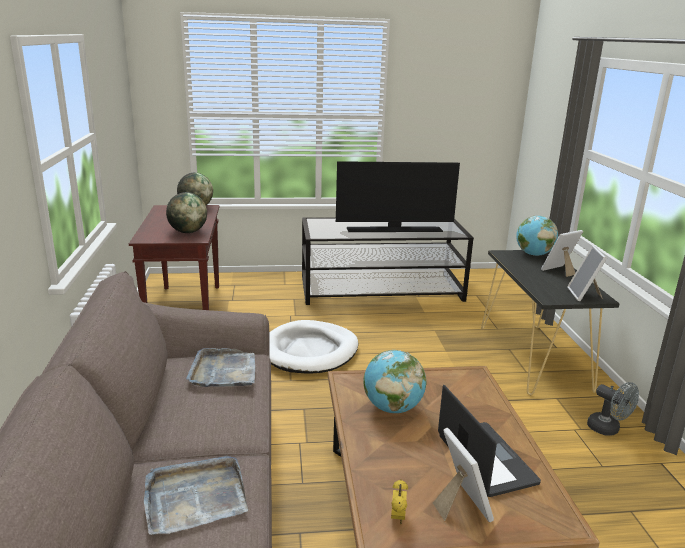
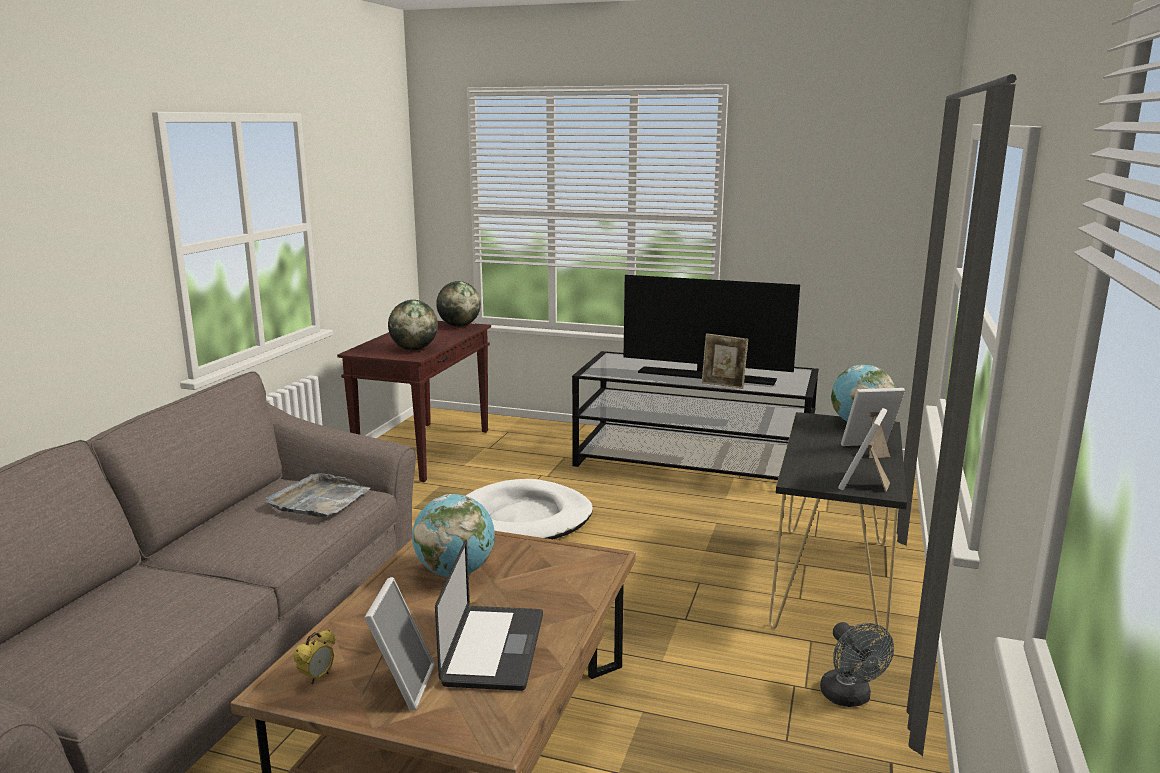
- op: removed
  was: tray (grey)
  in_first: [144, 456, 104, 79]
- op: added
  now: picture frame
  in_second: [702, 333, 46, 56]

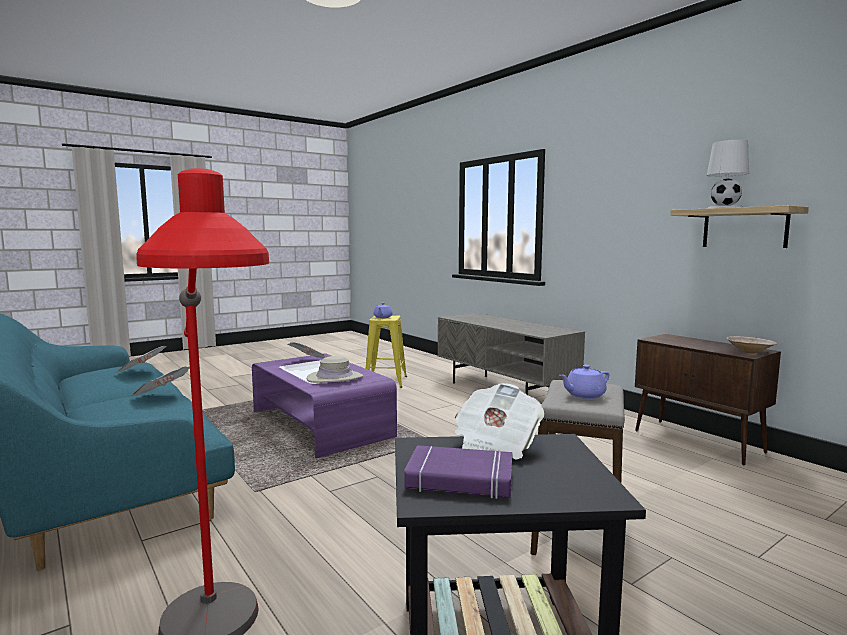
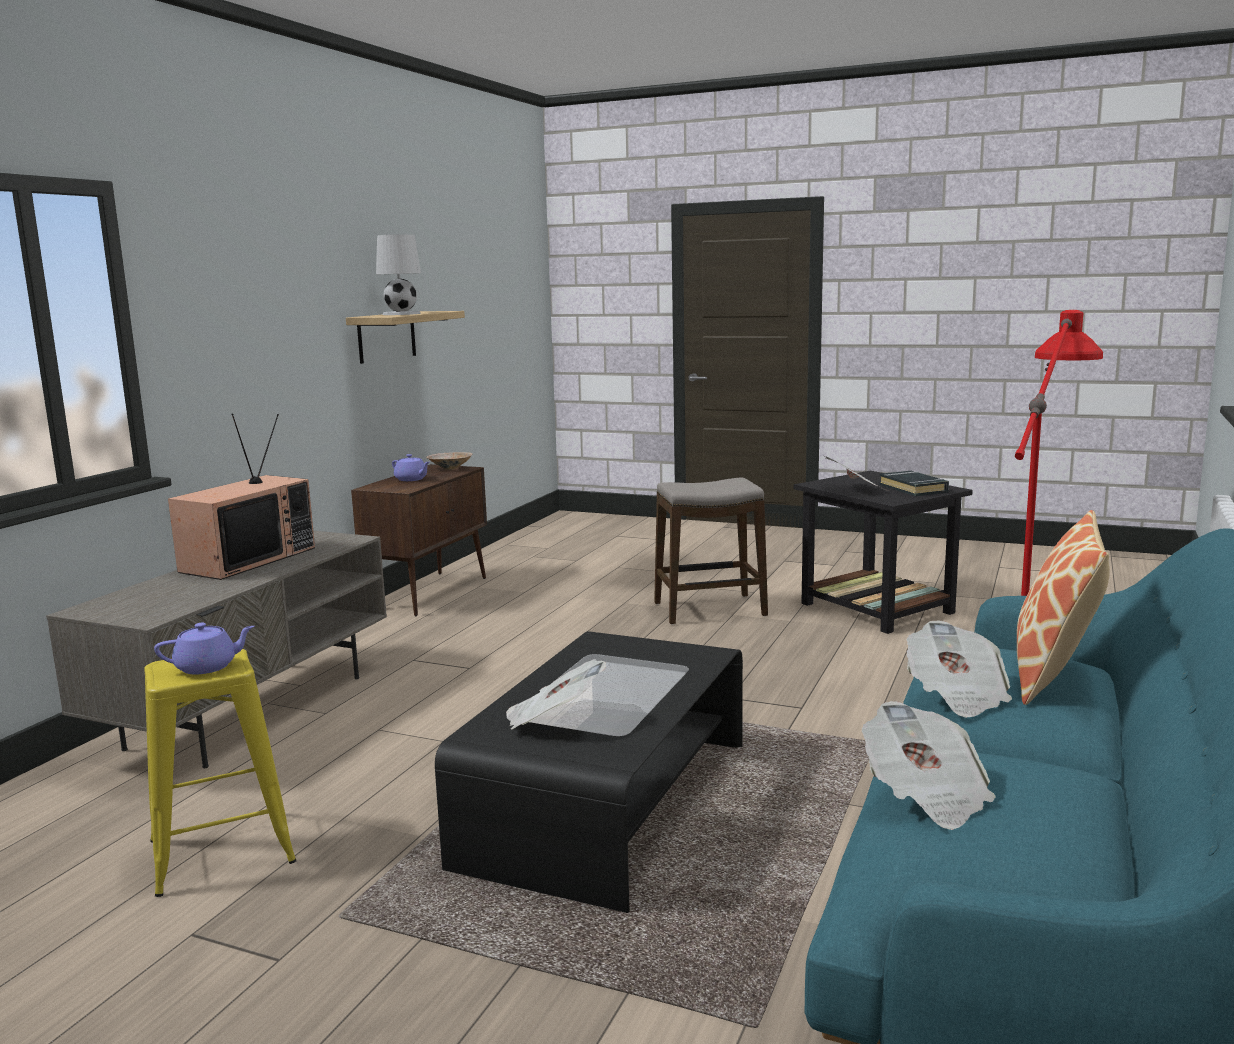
- op: removed
  was: hat (beige)
  in_first: [307, 356, 56, 27]
- op: added
  now: television
  in_second: [168, 414, 147, 166]
- op: added
  now: pillow
  in_second: [1017, 510, 93, 195]
- op: moved
  was: teapot (purple)
  in_first: [559, 365, 50, 34]
  in_second: [392, 454, 38, 27]
- op: recoloured
  was: coffee table (purple)
  now: coffee table (black)
  in_first: [252, 353, 145, 105]
  in_second: [435, 631, 308, 282]
- op: recoloured
  was: book (purple)
  now: book (black)
  in_first: [404, 445, 108, 54]
  in_second: [879, 471, 70, 25]

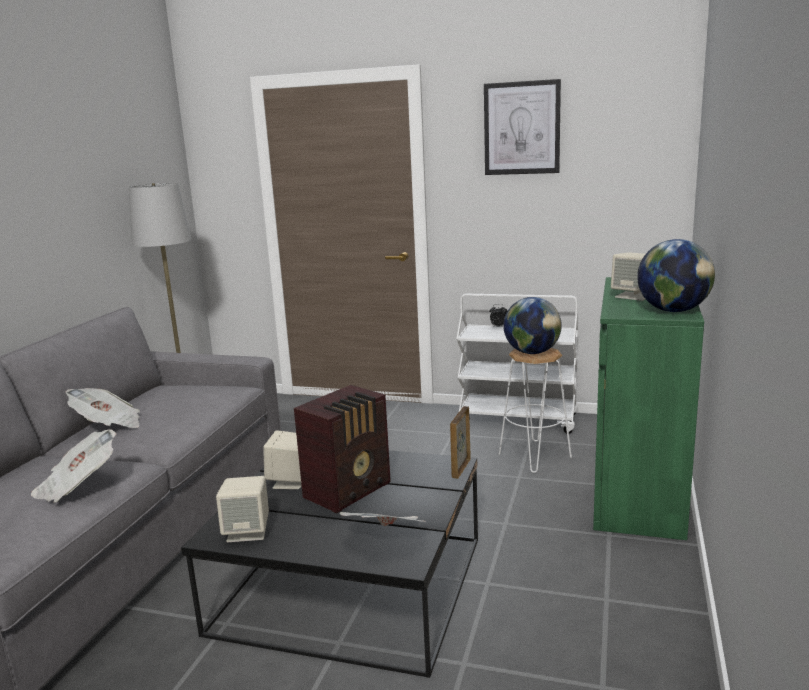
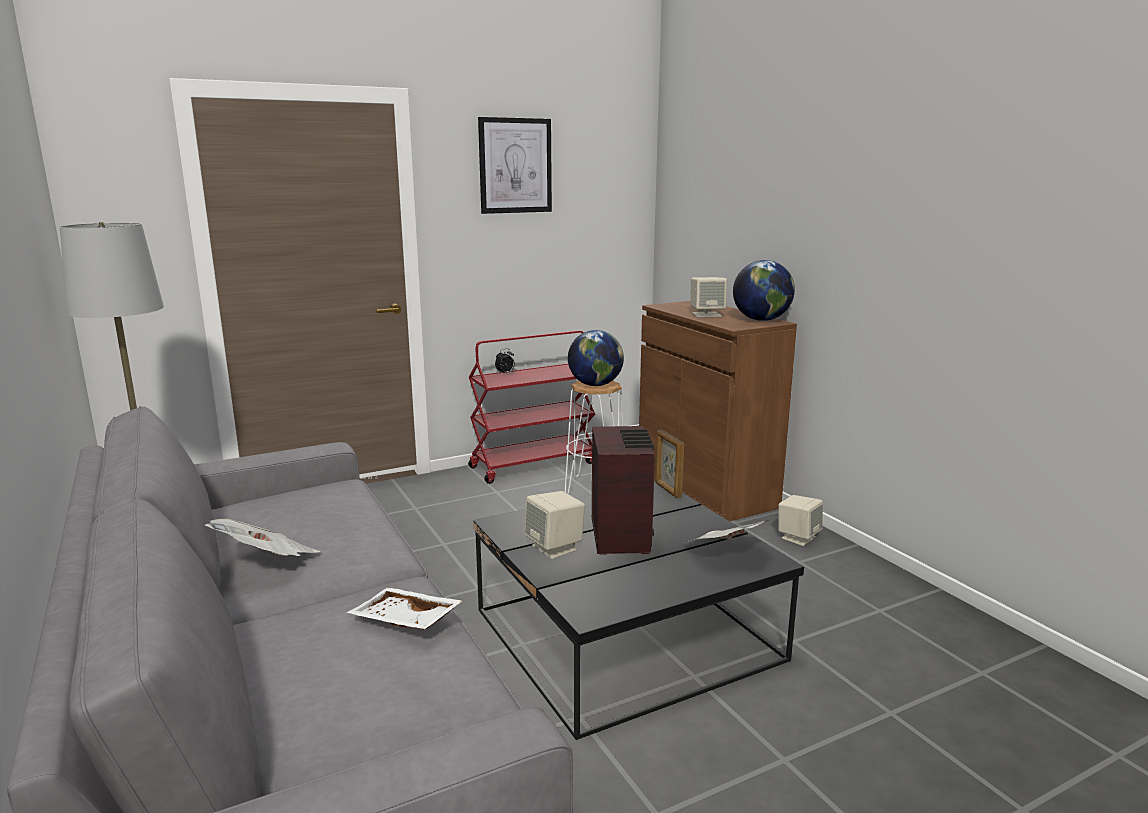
- op: moved
  was: speaker (beige)
  in_first: [216, 476, 53, 66]
  in_second: [778, 495, 45, 51]
- op: replaced
  was: newspaper
  now: tray (white)
  in_first: [31, 429, 85, 74]
  in_second: [347, 588, 115, 42]
- op: recoloured
  was: cart (white)
  now: cart (red)
  in_first: [456, 294, 122, 140]
  in_second: [468, 330, 127, 154]
- op: recoloured
  was: cabinet (green)
  now: cabinet (brown)
  in_first: [593, 277, 111, 263]
  in_second: [639, 301, 158, 220]

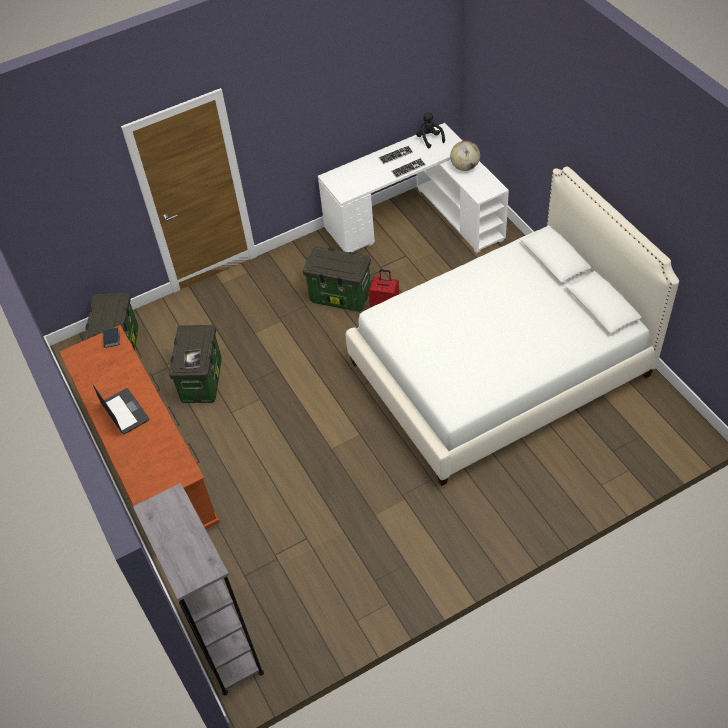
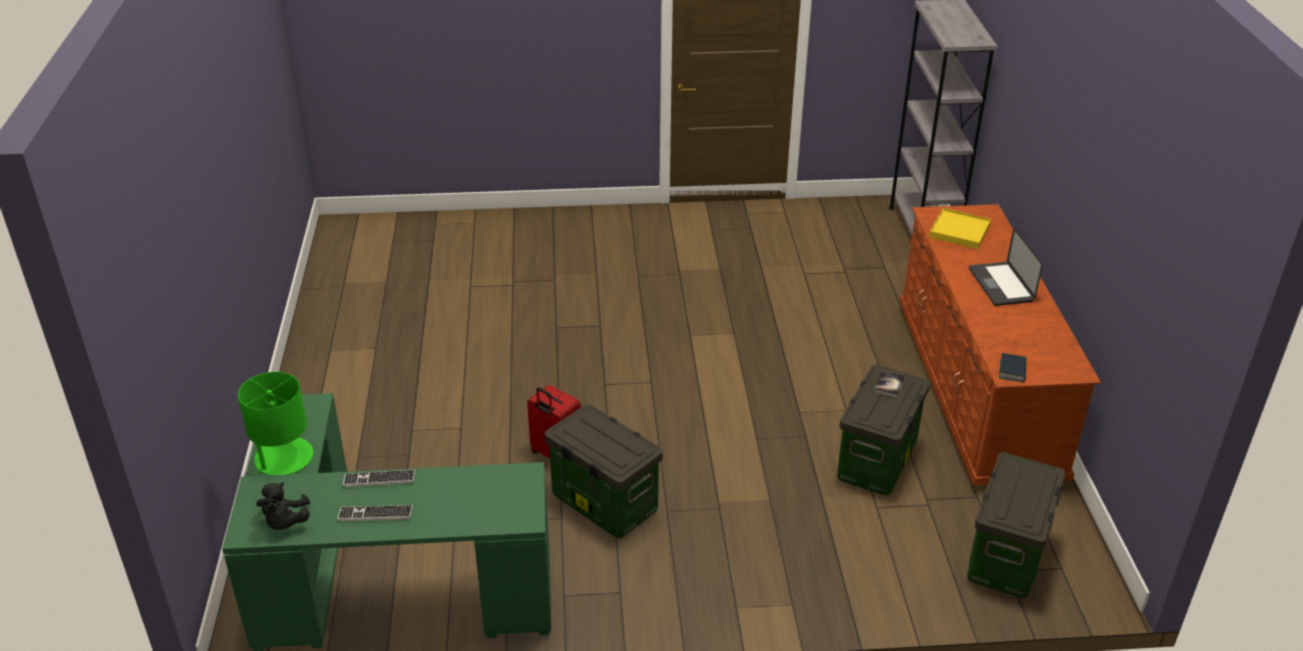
- op: removed
  was: bed (white)
  in_first: [346, 167, 333, 319]
- op: added
  now: tray (yellow)
  in_second: [929, 208, 62, 41]
- op: replaced
  was: globe
  now: table lamp (green)
  in_first: [450, 141, 30, 30]
  in_second: [238, 372, 76, 103]
- op: recoloured
  was: desk (white)
  now: desk (green)
  in_first: [318, 123, 191, 130]
  in_second: [222, 393, 329, 258]

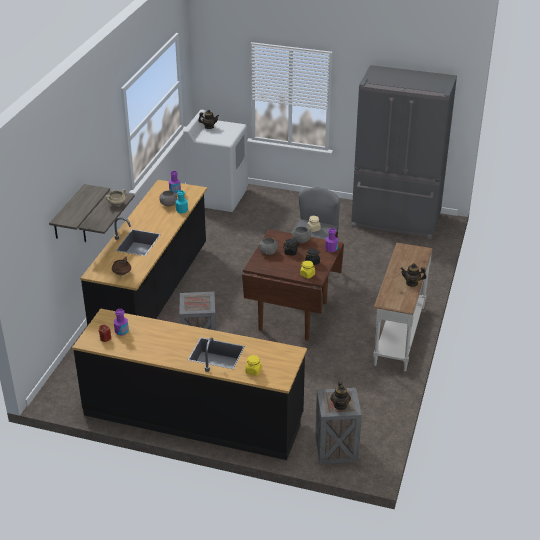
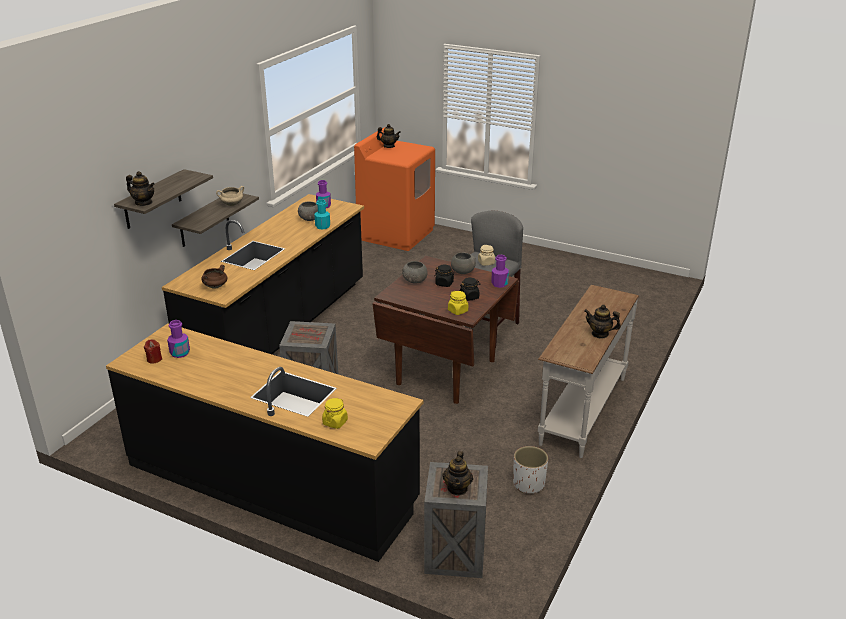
- op: removed
  was: fridge (grey)
  in_first: [351, 65, 106, 175]
- op: added
  now: teapot
  in_second: [126, 171, 29, 35]
- op: added
  now: planter (white)
  in_second: [513, 446, 35, 47]
- op: recoloured
  was: washing machine (white)
  now: washing machine (orange)
  in_first: [183, 110, 65, 102]
  in_second: [354, 128, 81, 123]

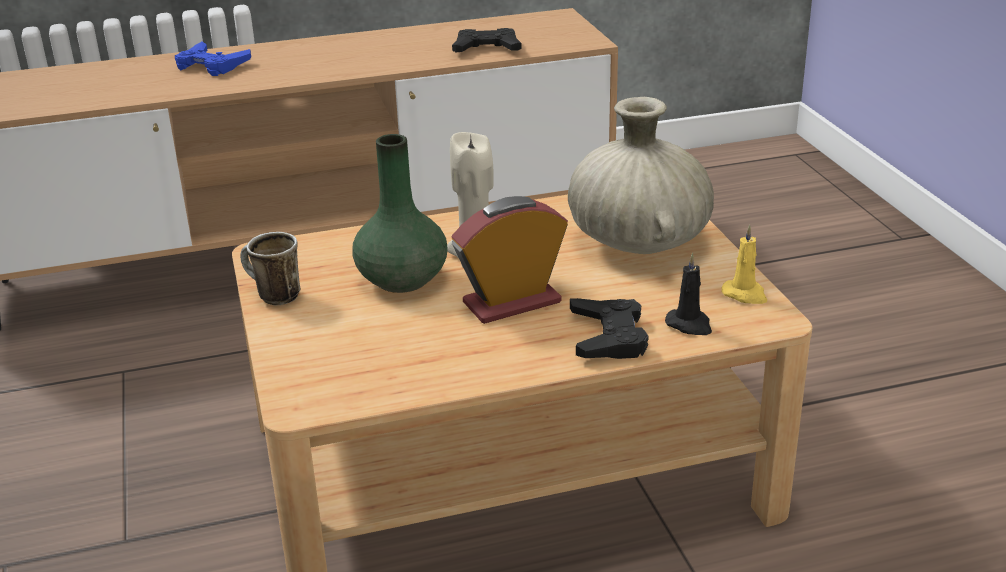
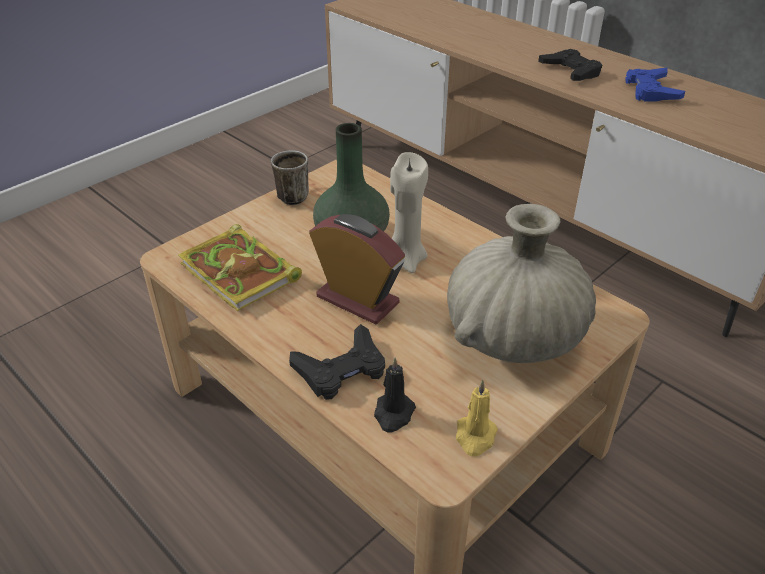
- op: added
  now: book
  in_second: [178, 224, 124, 87]
- op: moved
  was: game controller (blue)
  in_first: [175, 41, 76, 35]
  in_second: [625, 68, 60, 34]
- op: moved
  was: game controller (black)
  in_first: [452, 28, 70, 24]
  in_second: [538, 49, 64, 32]

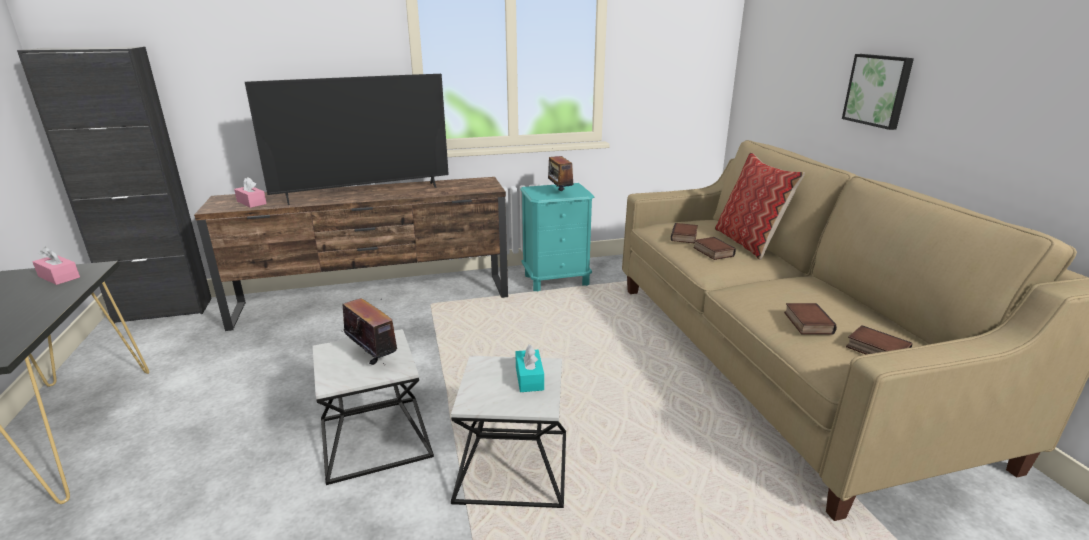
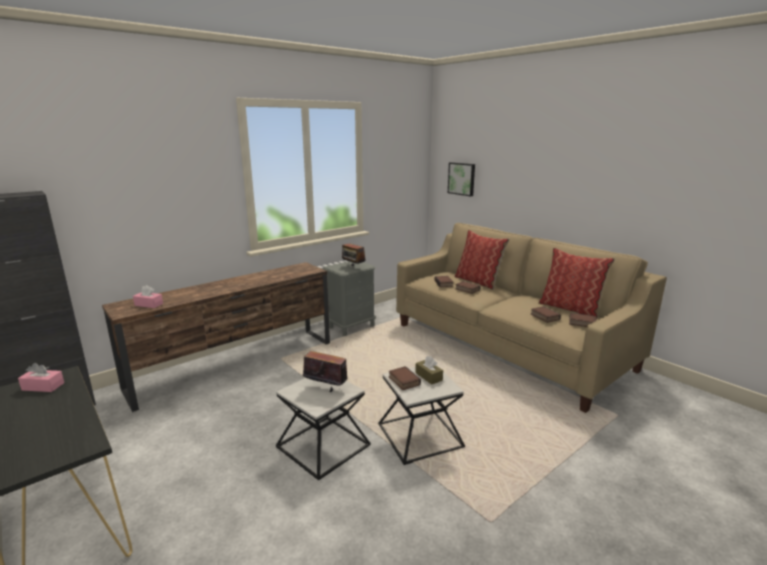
- op: removed
  was: television
  in_first: [245, 74, 204, 131]
- op: added
  now: book
  in_second: [389, 366, 32, 24]
- op: added
  now: pillow
  in_second: [538, 248, 77, 71]
- op: moved
  was: picture
  in_first: [842, 54, 72, 76]
  in_second: [448, 162, 27, 34]
- op: recoloured
  was: tissue box (turquoise)
  now: tissue box (brown)
  in_first: [515, 344, 29, 48]
  in_second: [415, 356, 28, 29]
- op: recoloured
  was: nightstand (turquoise)
  now: nightstand (grey)
  in_first: [520, 183, 74, 108]
  in_second: [323, 261, 53, 75]

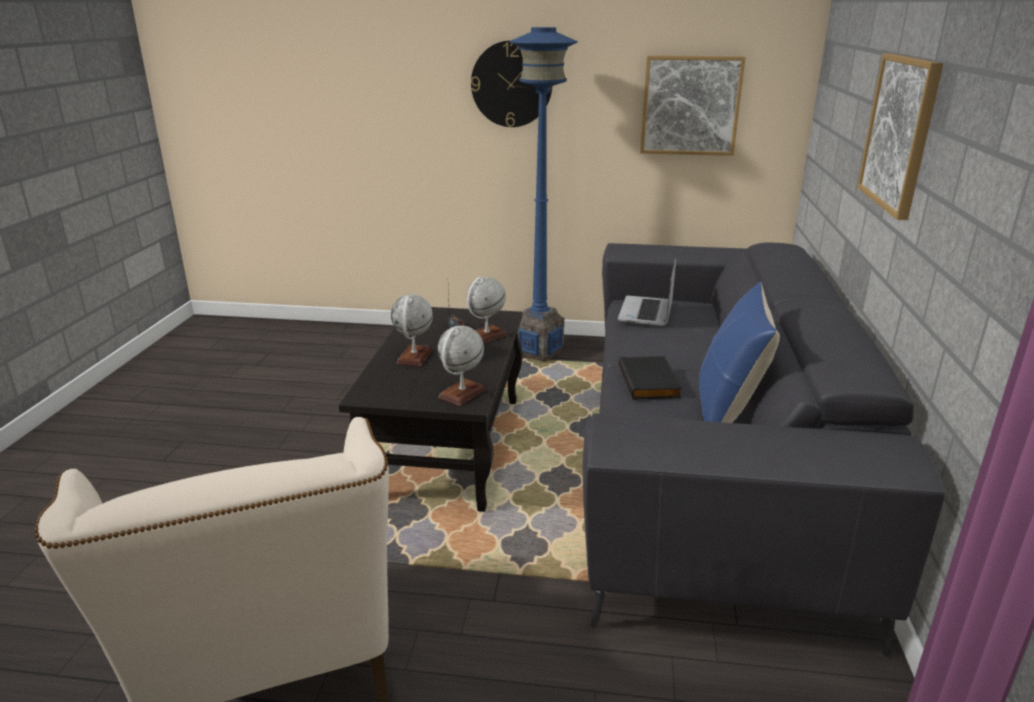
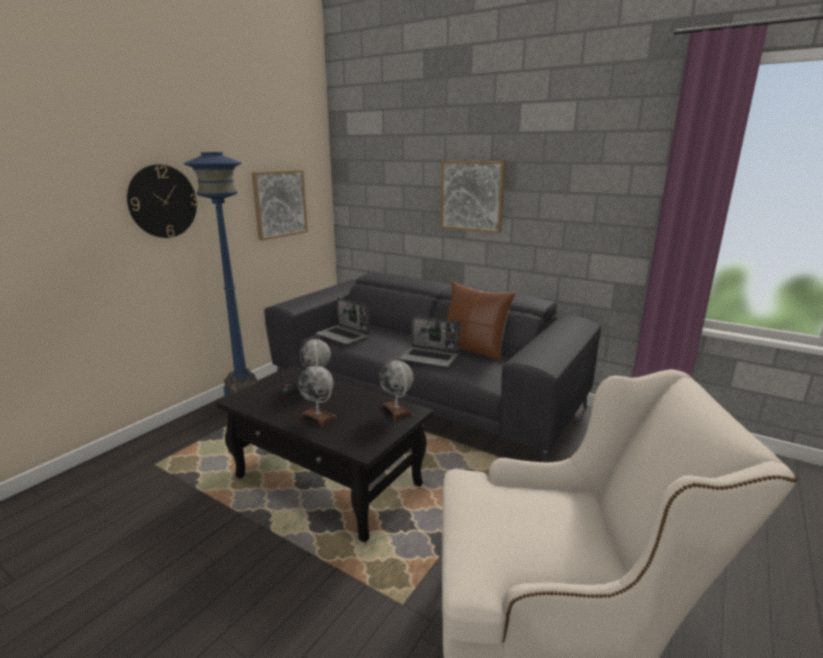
- op: replaced
  was: book (black)
  now: laptop
  in_first: [619, 356, 63, 44]
  in_second: [399, 316, 61, 51]
- op: recoloured
  was: pillow (blue)
  now: pillow (brown)
  in_first: [699, 281, 81, 142]
  in_second: [447, 281, 69, 80]

